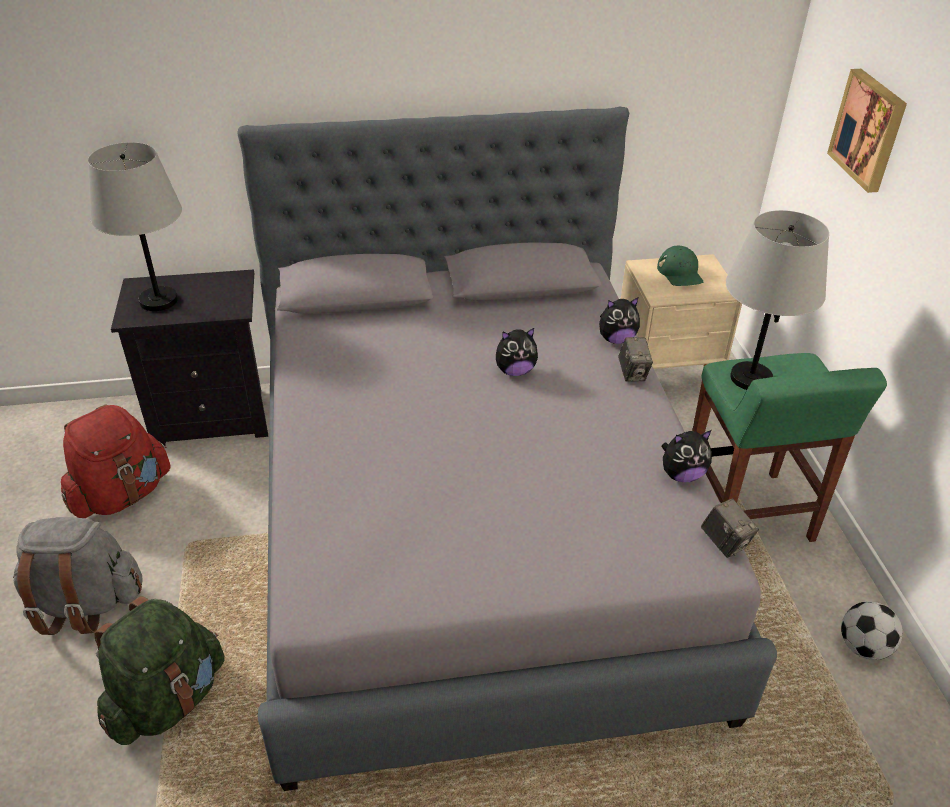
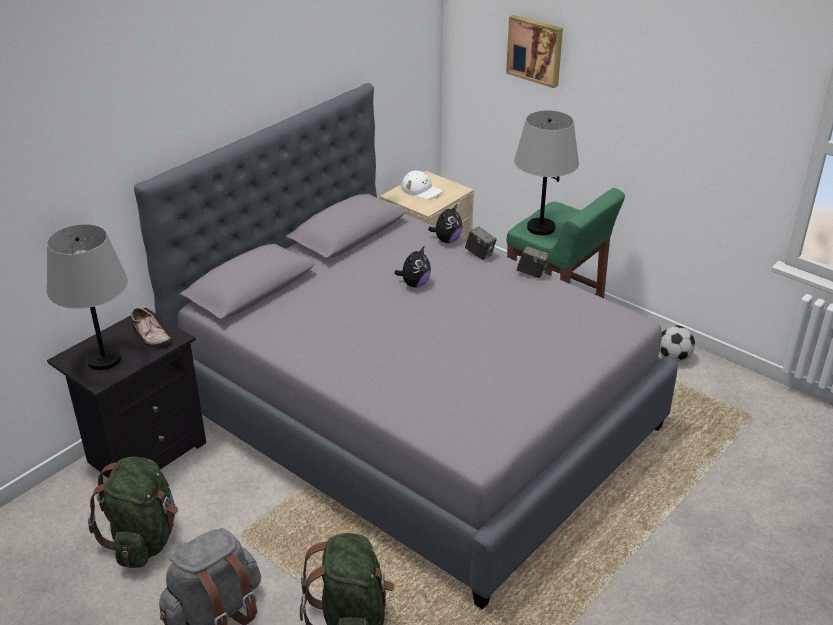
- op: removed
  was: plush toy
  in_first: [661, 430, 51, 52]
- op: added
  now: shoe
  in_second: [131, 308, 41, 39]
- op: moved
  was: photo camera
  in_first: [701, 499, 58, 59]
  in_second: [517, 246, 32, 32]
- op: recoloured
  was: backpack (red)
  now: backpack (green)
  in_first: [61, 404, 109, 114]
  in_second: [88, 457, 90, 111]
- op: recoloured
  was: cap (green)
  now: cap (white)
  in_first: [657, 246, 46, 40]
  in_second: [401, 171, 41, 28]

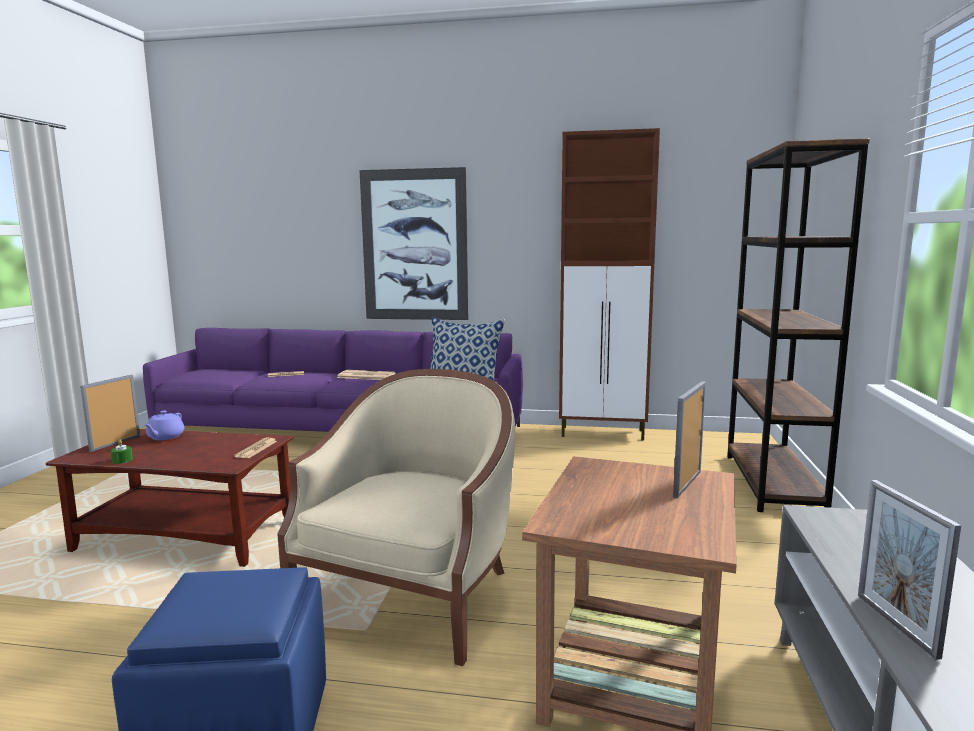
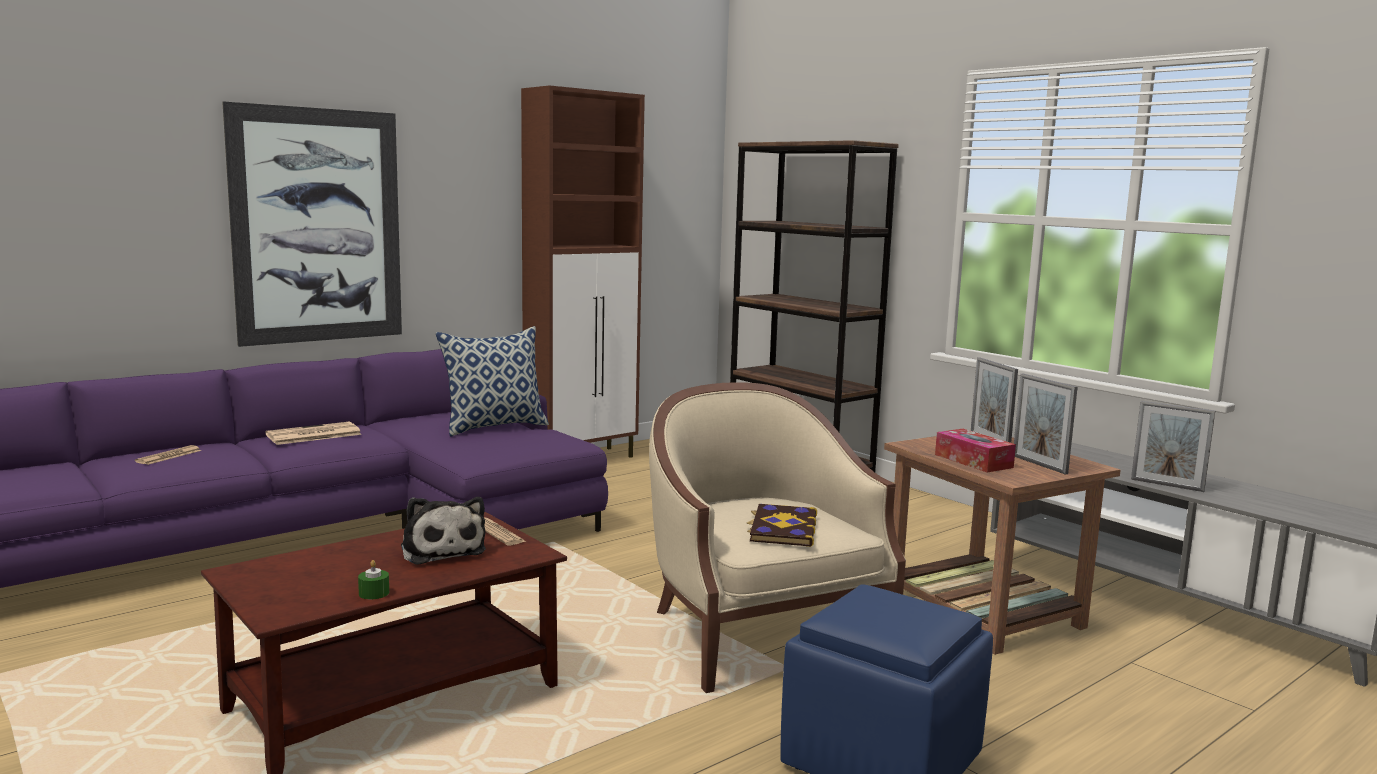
- op: removed
  was: teapot (purple)
  in_first: [144, 410, 40, 30]
- op: added
  now: plush toy
  in_second: [401, 497, 85, 68]
- op: added
  now: book
  in_second: [746, 504, 71, 43]
- op: added
  now: tissue box
  in_second: [935, 429, 81, 44]
- op: moved
  was: picture frame
  in_first: [80, 375, 60, 77]
  in_second: [1014, 373, 64, 101]

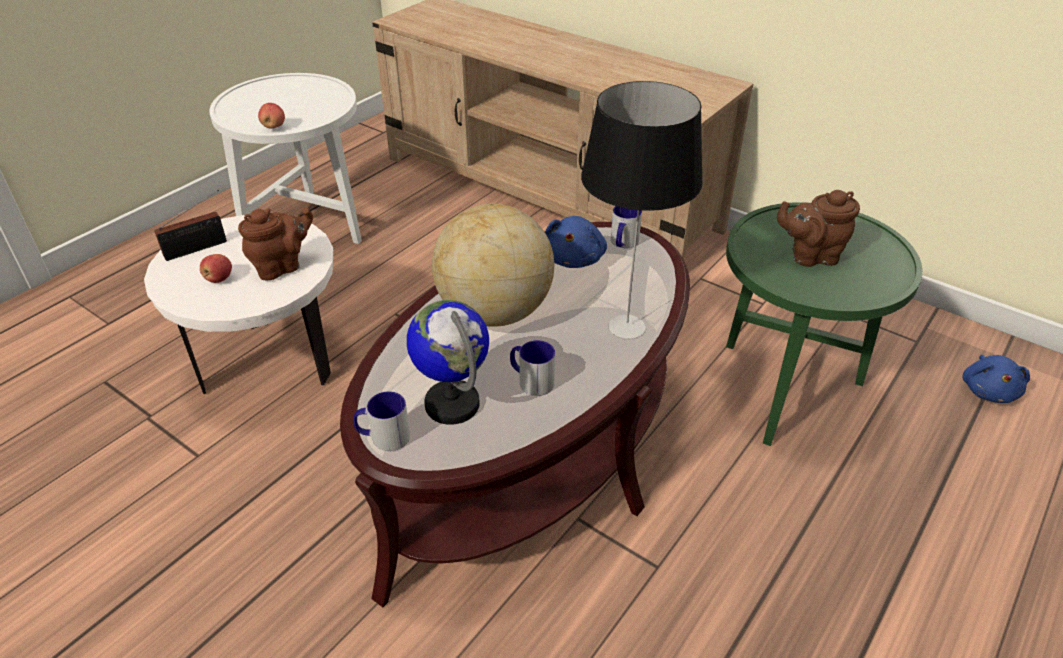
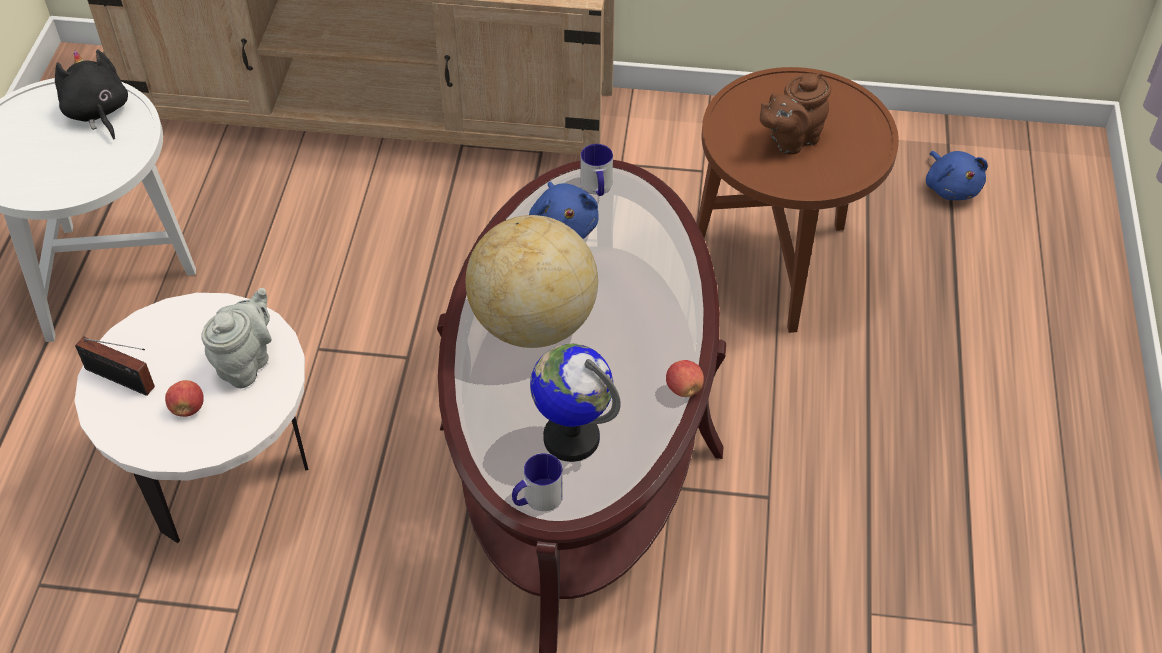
- op: removed
  was: mug
  in_first: [510, 340, 45, 56]
- op: removed
  was: table lamp
  in_first: [581, 81, 122, 258]
- op: added
  now: plush toy (black)
  in_second: [55, 49, 73, 90]
- op: moved
  was: apple
  in_first: [258, 103, 27, 25]
  in_second: [666, 360, 38, 37]
- op: recoloured
  was: teapot (brown)
  now: teapot (grey)
  in_first: [238, 208, 75, 72]
  in_second: [201, 288, 71, 100]
- op: recoloured
  was: side table (green)
  now: side table (brown)
  in_first: [726, 202, 197, 244]
  in_second: [697, 67, 202, 266]
- op: turned
  was: radio
  in_first: [155, 190, 72, 71]
  in_second: [75, 336, 80, 60]
  clockwise: 90

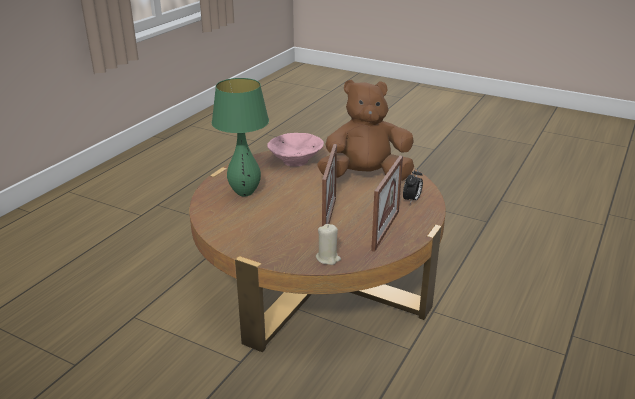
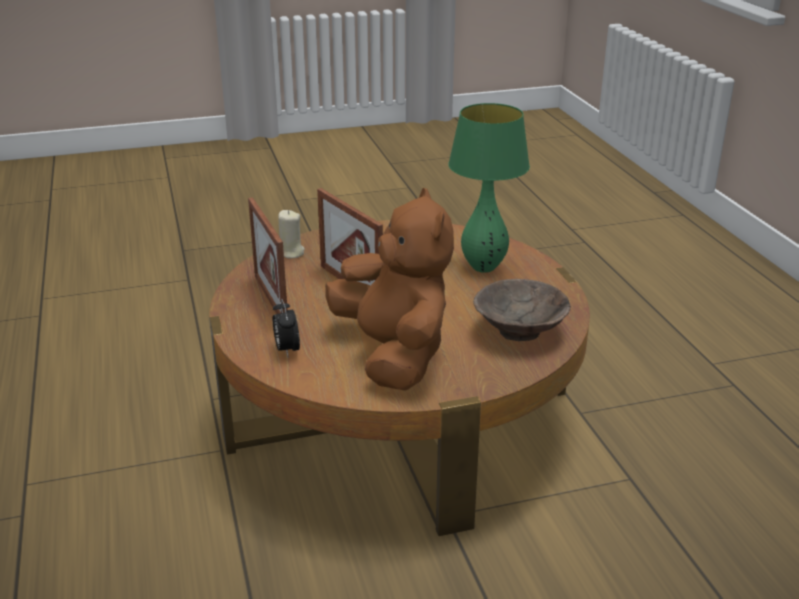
- op: recoloured
  was: bowl (pink)
  now: bowl (brown)
  in_first: [267, 133, 57, 34]
  in_second: [473, 279, 98, 62]
- op: turned
  was: plush toy (brown)
  in_first: [317, 80, 97, 101]
  in_second: [325, 188, 129, 203]
  clockwise: -60

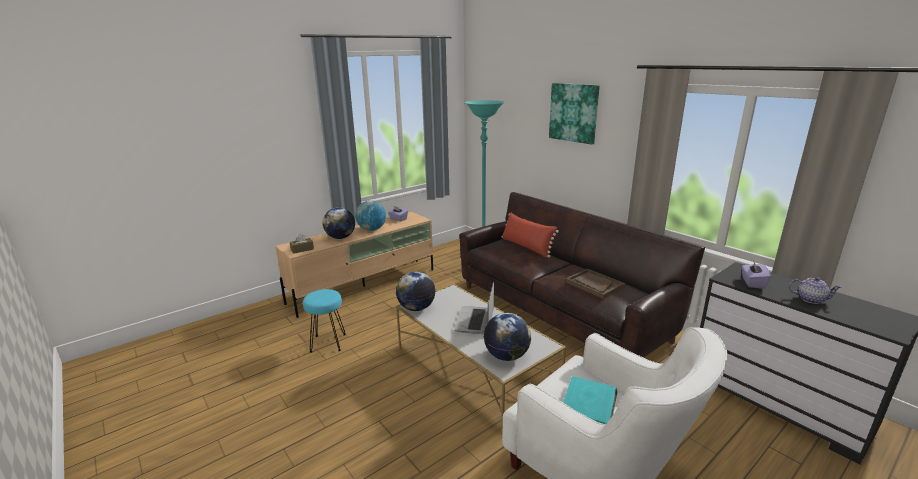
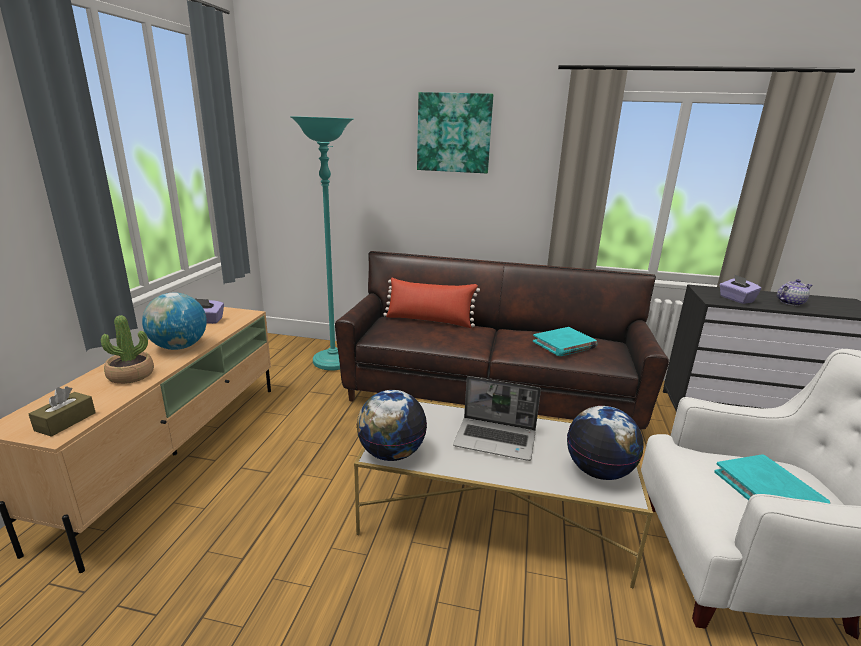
- op: removed
  was: stool (turquoise)
  in_first: [303, 289, 43, 64]
- op: replaced
  was: globe
  now: potted plant
  in_first: [323, 207, 32, 32]
  in_second: [101, 315, 53, 69]
- op: replaced
  was: tray (brown)
  now: book (turquoise)
  in_first: [566, 269, 59, 30]
  in_second: [533, 327, 64, 29]
- op: turned
  was: laptop
  in_first: [454, 282, 40, 52]
  in_second: [453, 376, 88, 85]
  clockwise: -45

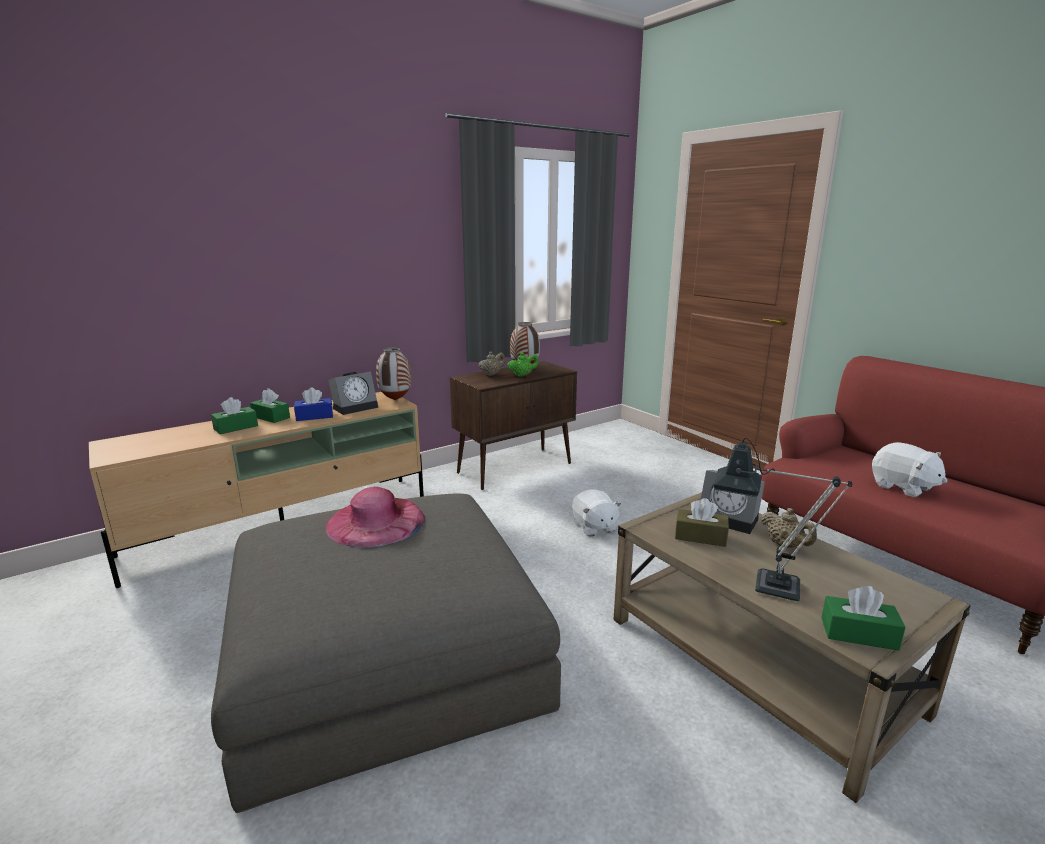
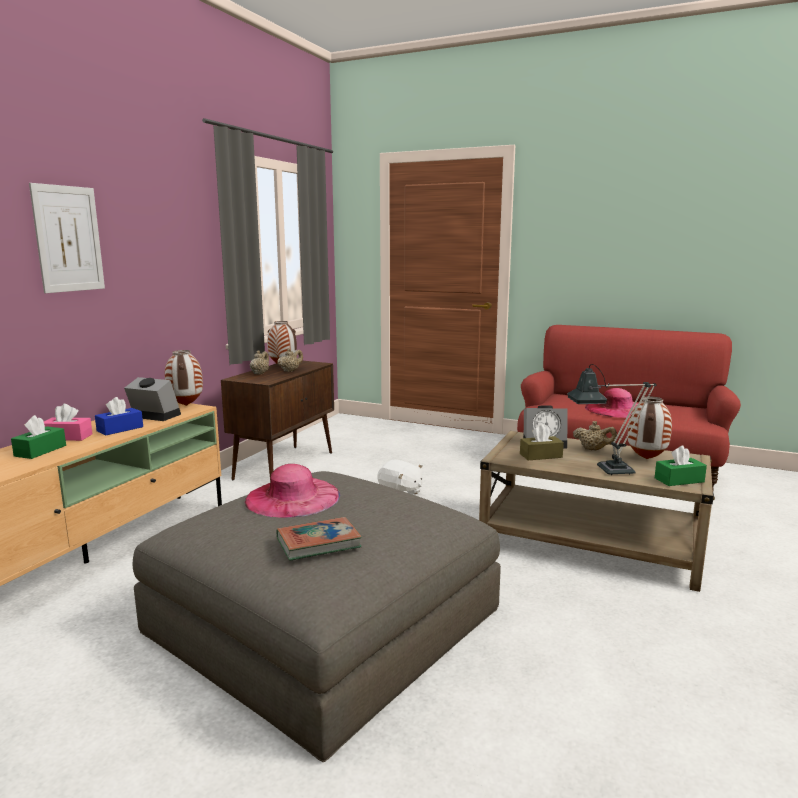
- op: added
  now: picture
  in_second: [29, 183, 76, 110]
- op: added
  now: book
  in_second: [277, 517, 85, 44]
- op: added
  now: vase
  in_second: [628, 396, 44, 63]
- op: replaced
  was: plush toy (white)
  now: hat (pink)
  in_first: [872, 442, 75, 56]
  in_second: [585, 388, 53, 30]
- op: recoloured
  was: tissue box (green)
  now: tissue box (pink)
  in_first: [250, 388, 40, 35]
  in_second: [44, 404, 49, 37]
- op: recoloured
  was: teapot (green)
  now: teapot (beige)
  in_first: [507, 352, 32, 25]
  in_second: [278, 348, 25, 24]
- op: turned
  was: alarm clock
  in_first: [328, 372, 50, 43]
  in_second: [124, 377, 57, 44]
  clockwise: -90

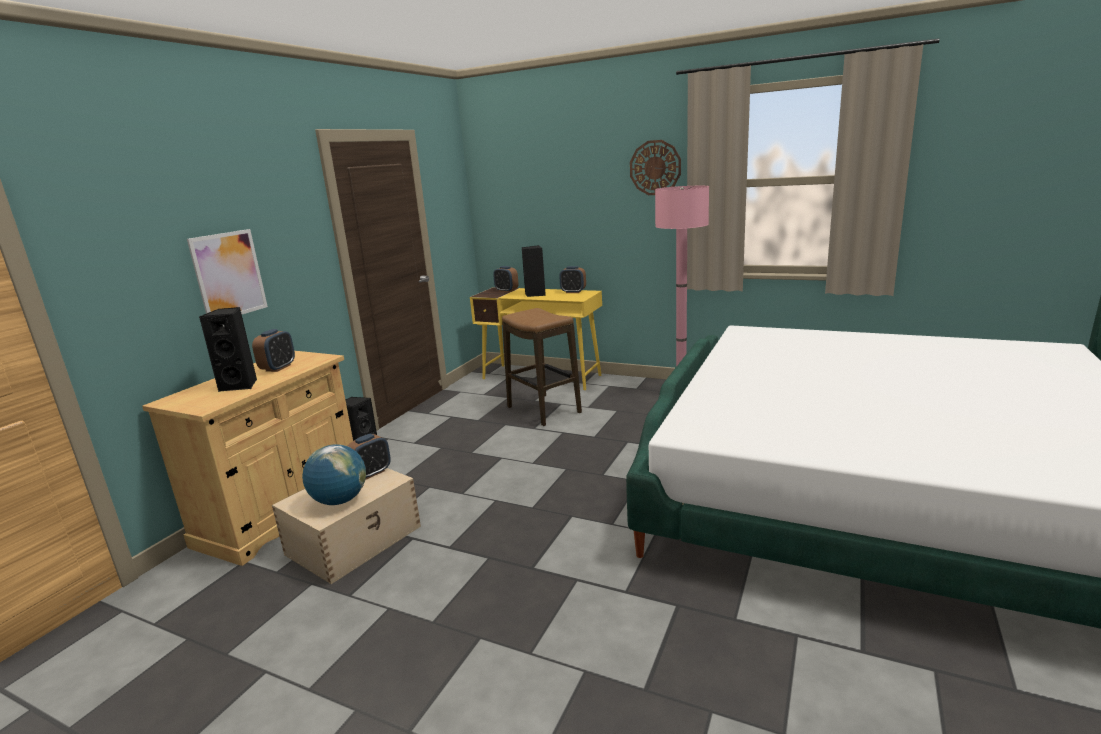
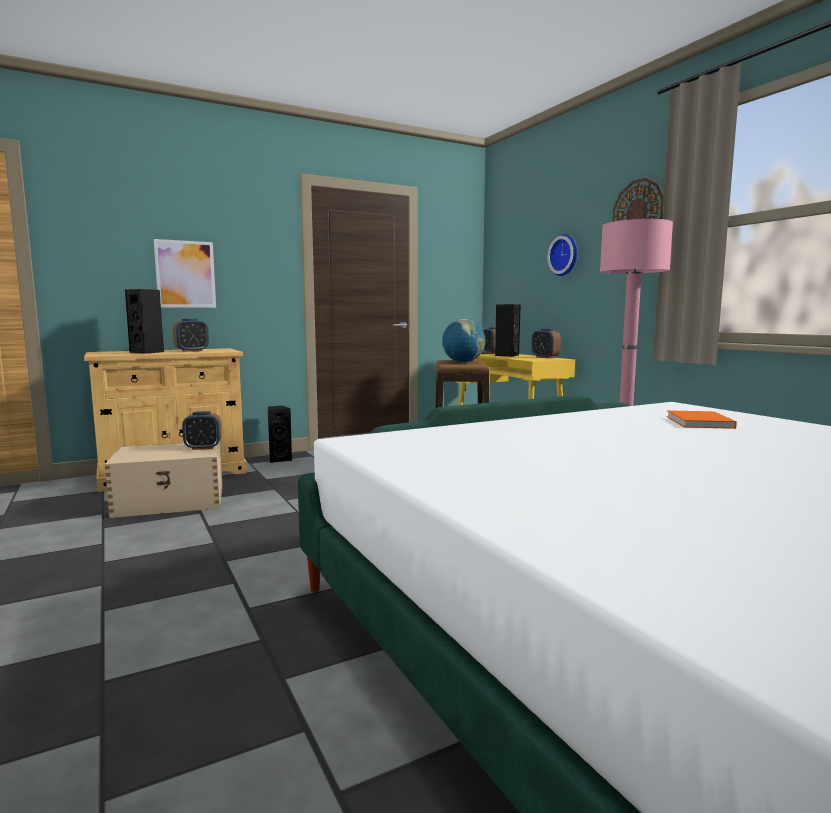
- op: added
  now: wall clock
  in_second: [547, 234, 31, 42]
- op: added
  now: book (orange)
  in_second: [667, 410, 70, 19]
- op: moved
  was: globe
  in_first: [302, 444, 64, 61]
  in_second: [442, 319, 43, 44]

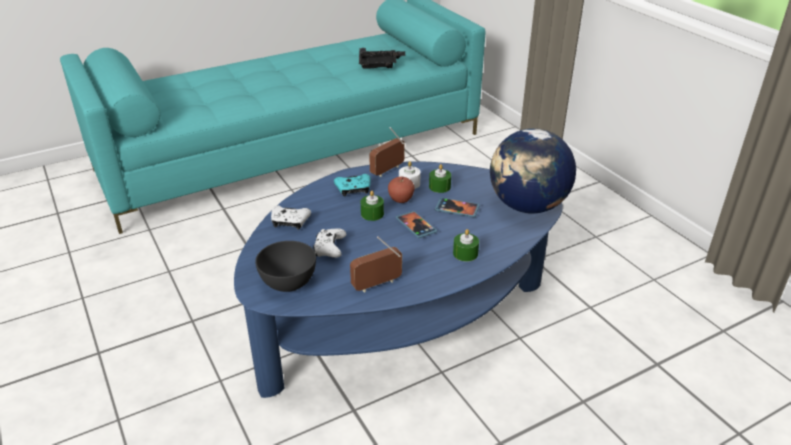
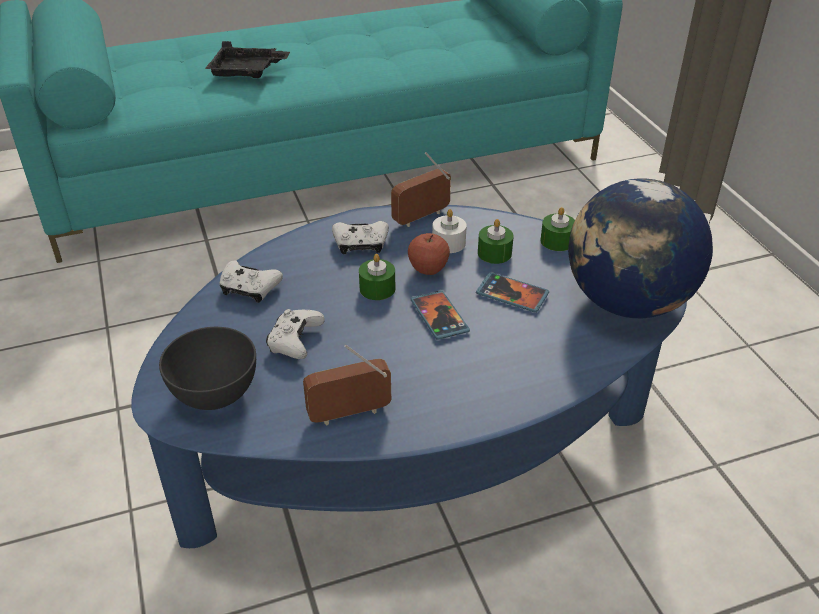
- op: moved
  was: tray (black)
  in_first: [359, 48, 47, 21]
  in_second: [205, 41, 85, 37]
- op: moved
  was: candle (green)
  in_first: [453, 229, 26, 33]
  in_second: [540, 207, 35, 44]
- op: recoloured
  was: game controller (turquoise)
  now: game controller (white)
  in_first: [334, 174, 37, 22]
  in_second: [332, 221, 57, 33]

